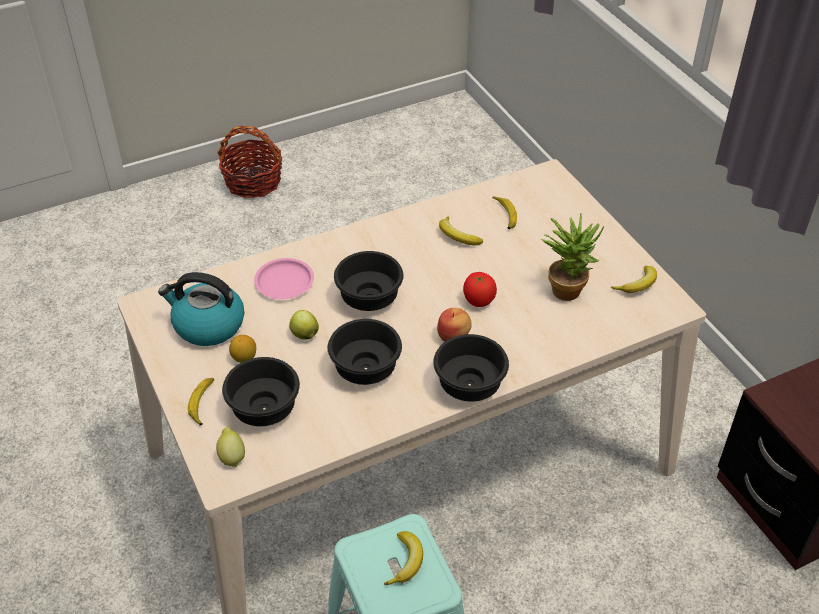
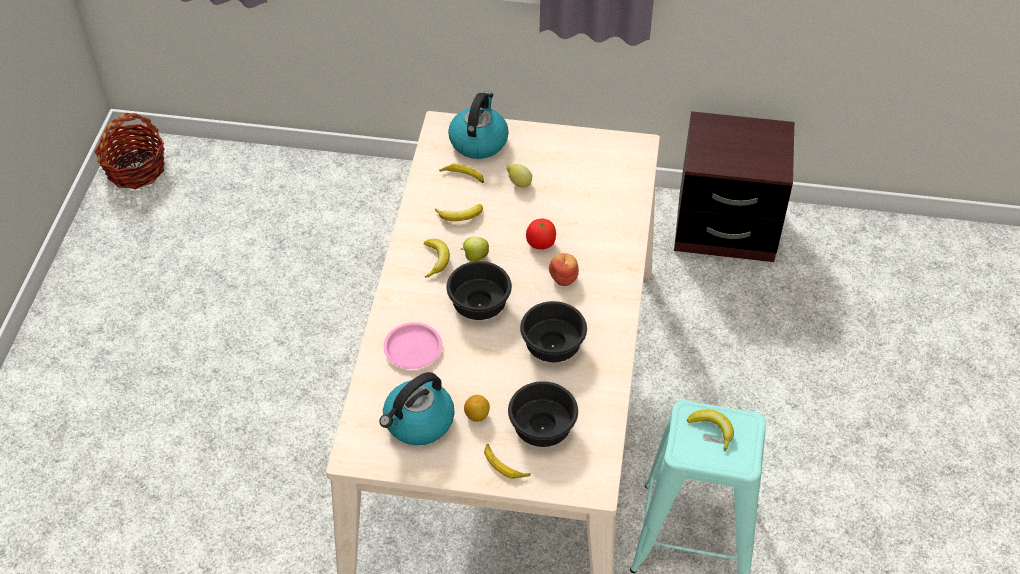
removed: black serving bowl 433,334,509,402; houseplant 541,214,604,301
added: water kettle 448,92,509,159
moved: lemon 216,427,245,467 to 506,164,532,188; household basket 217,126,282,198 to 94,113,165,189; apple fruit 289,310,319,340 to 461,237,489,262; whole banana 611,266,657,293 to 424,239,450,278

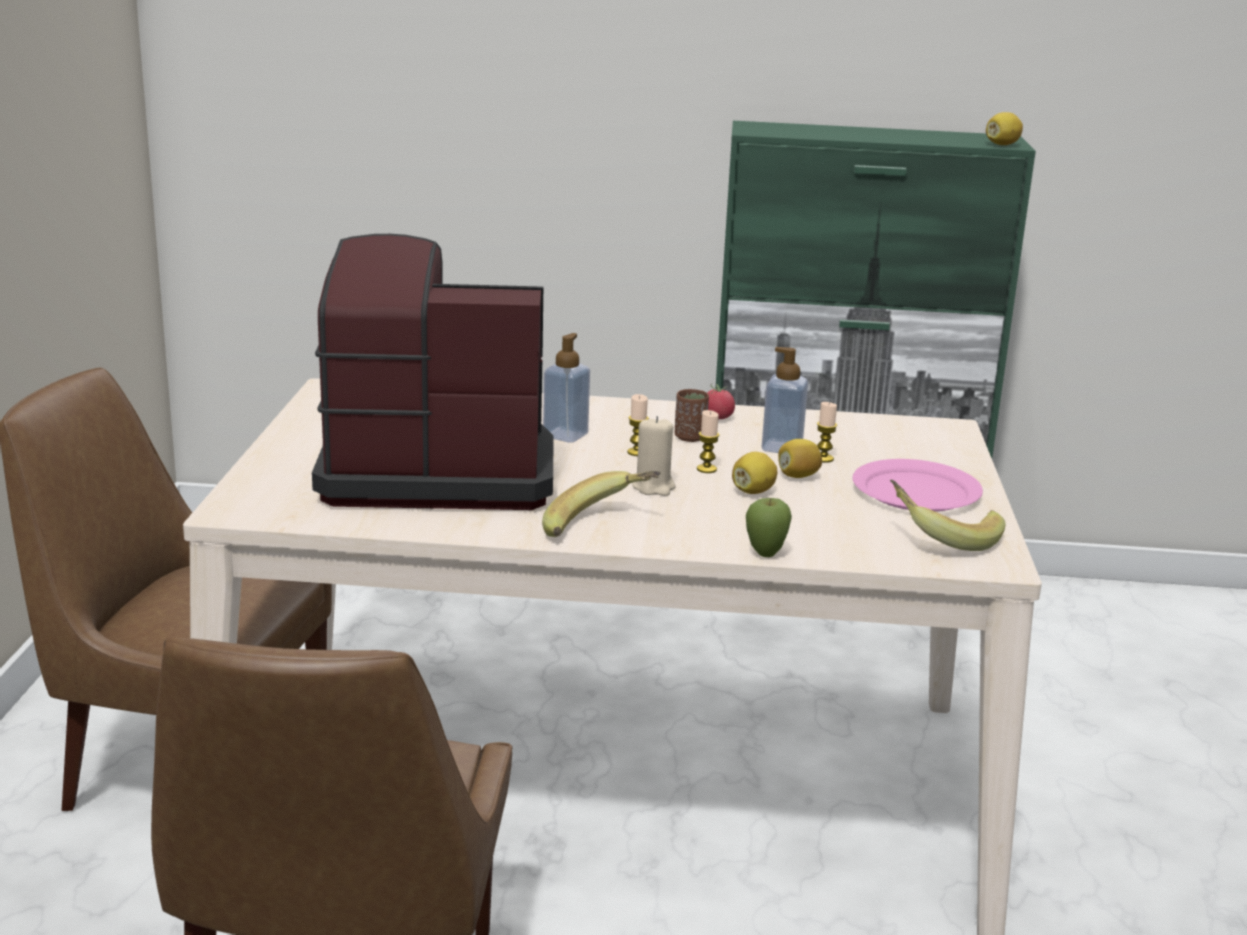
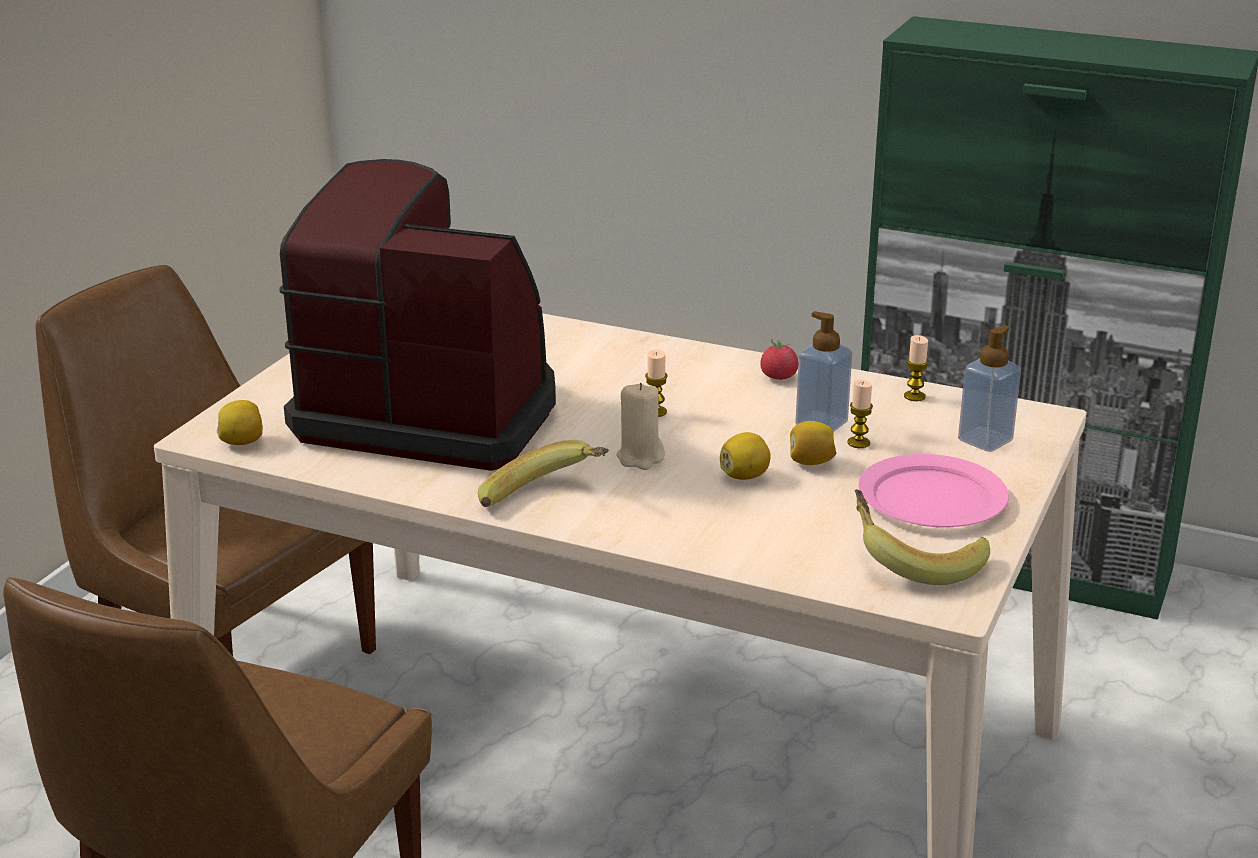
removed: brown cup 674,389,709,442; apple fruit 746,498,792,557
moved: soap bottle 543,333,590,443 to 958,325,1021,452; candle 697,410,720,473 to 904,335,929,401; lemon 986,112,1023,145 to 217,400,263,445

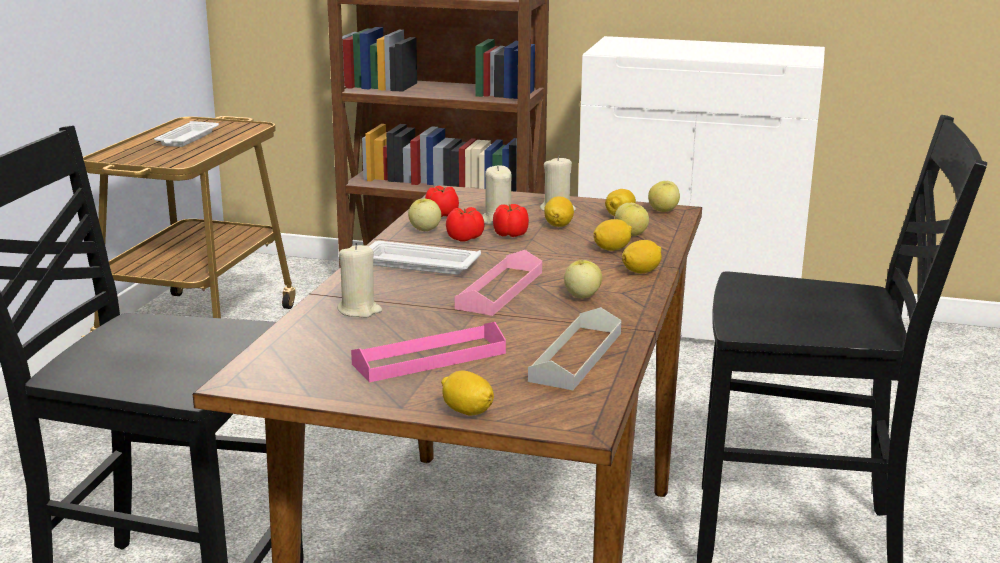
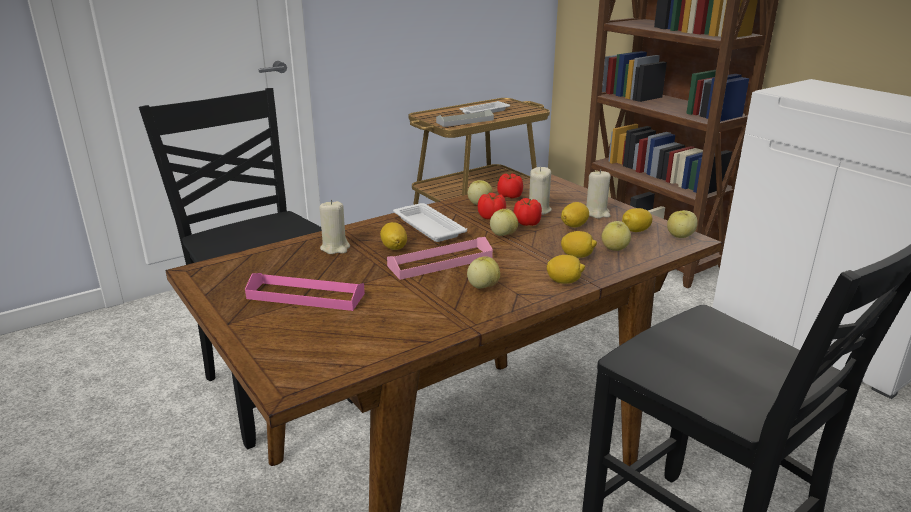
added: apple fruit 490,209,518,236
moved: lemon 441,371,494,416 to 380,222,407,250; greyish serving tray 528,307,621,390 to 436,109,494,127

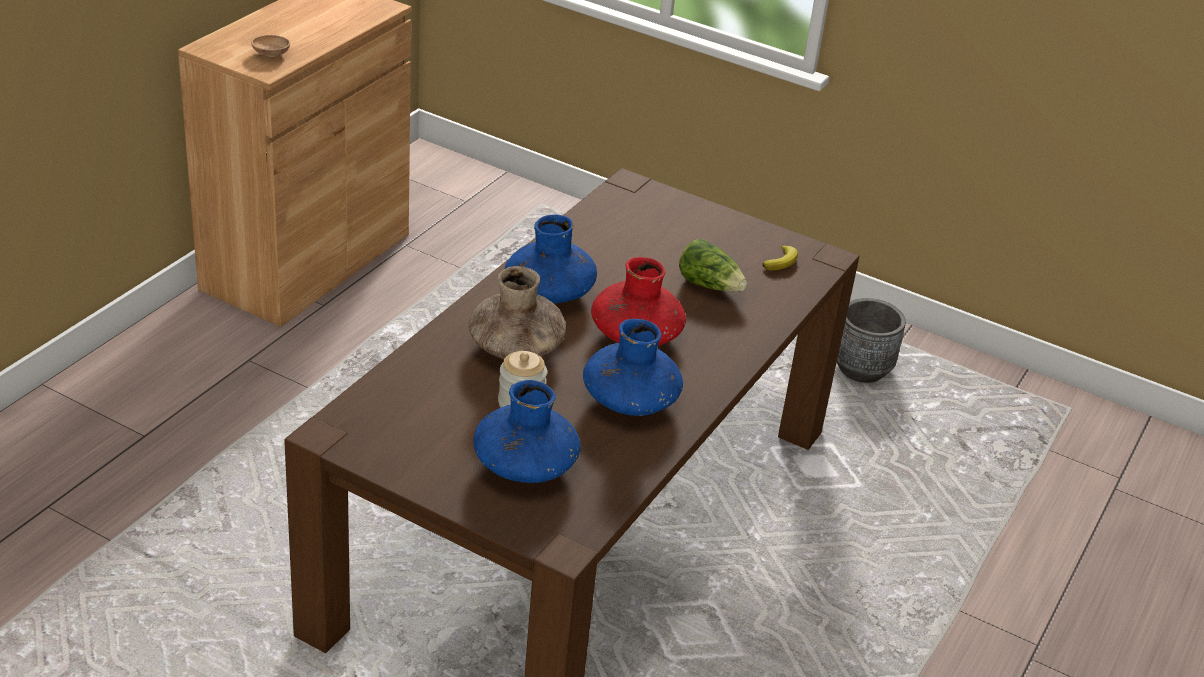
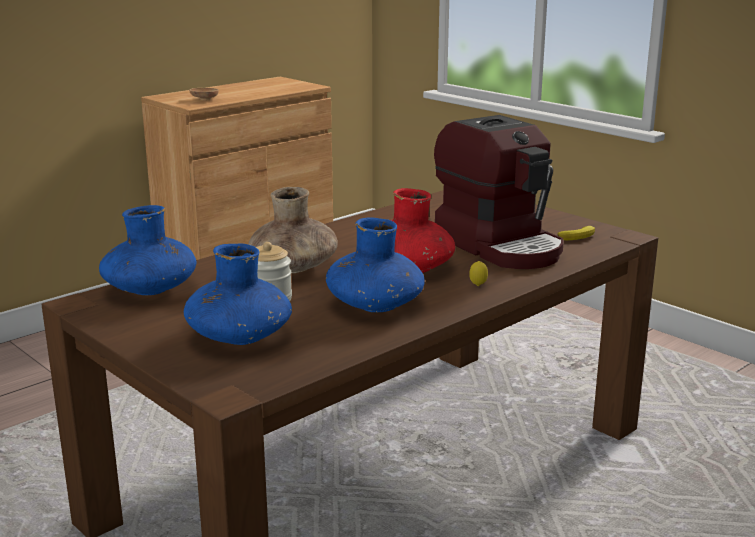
removed: greyish planter 837,298,906,383
added: lemon 469,261,488,286
moved: blue-coloured vase 505,215,597,303 to 99,205,197,295
replaced: head of lettuce 679,239,748,292 to coffee brewer 434,115,563,269

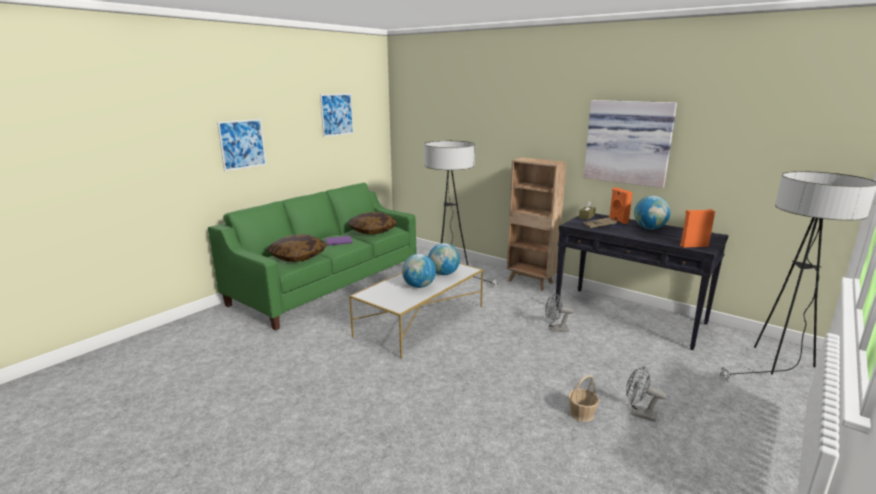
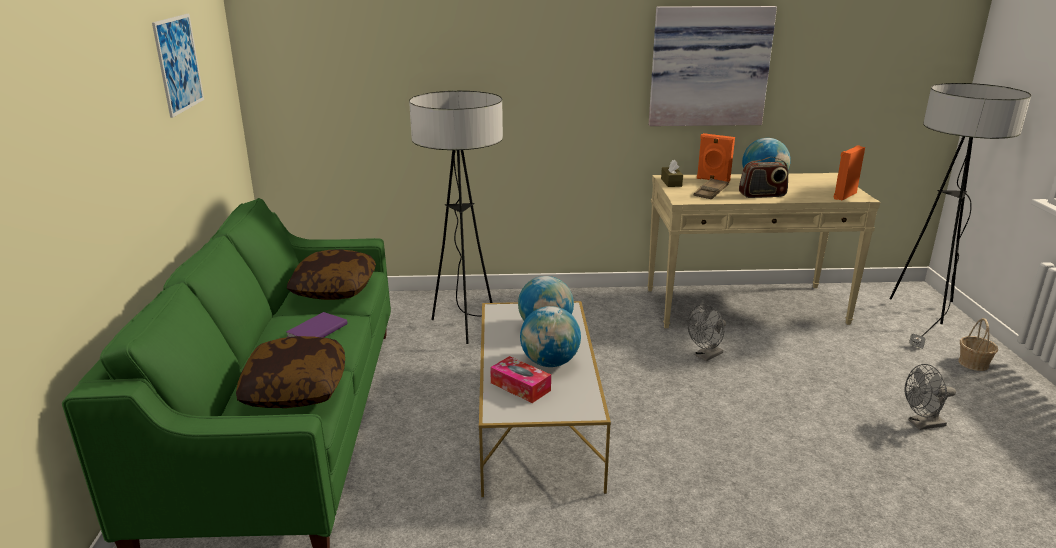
removed: wall art 217,119,266,171; brown shelving unit 507,157,567,290
added: tissue box 490,356,551,403; radio receiver 739,157,788,198
moved: household basket 568,375,599,422 to 958,318,998,371
recoloured: black narrow table 555,213,729,350 to beige narrow table 647,173,880,328

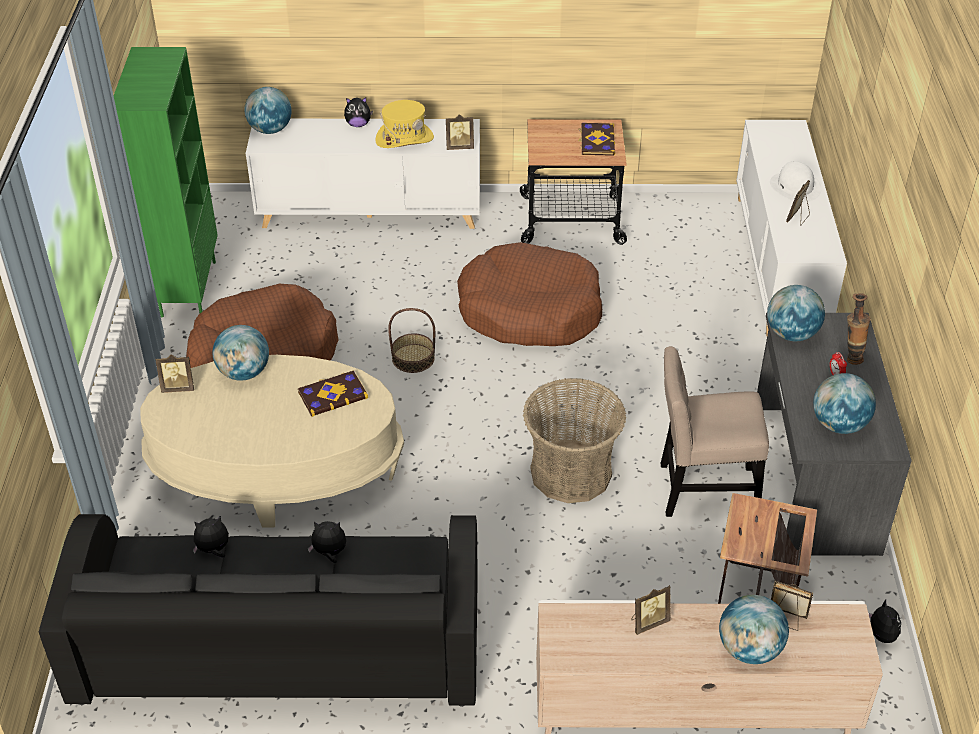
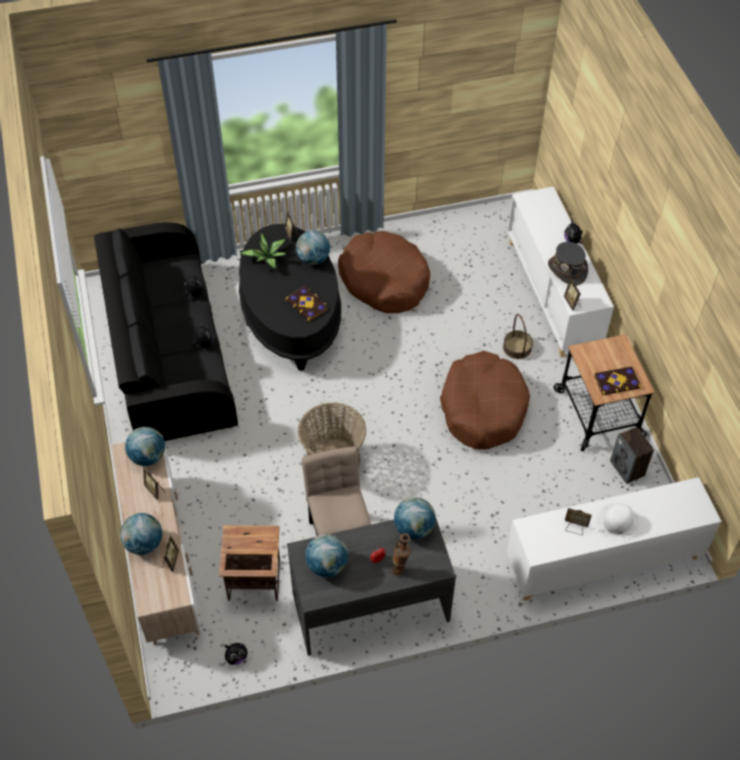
removed: greenish shelving unit 114,47,218,317
added: houseplant 240,232,287,269; speaker 610,427,654,484
moved: world globe 244,87,292,134 to 125,427,165,466; household basket 388,308,435,373 to 503,314,533,359
recoloured: beige low table 140,355,404,528 to black low table 239,224,341,371; yellowish wearable hat 375,100,434,148 to greyish wearable hat 548,242,588,286

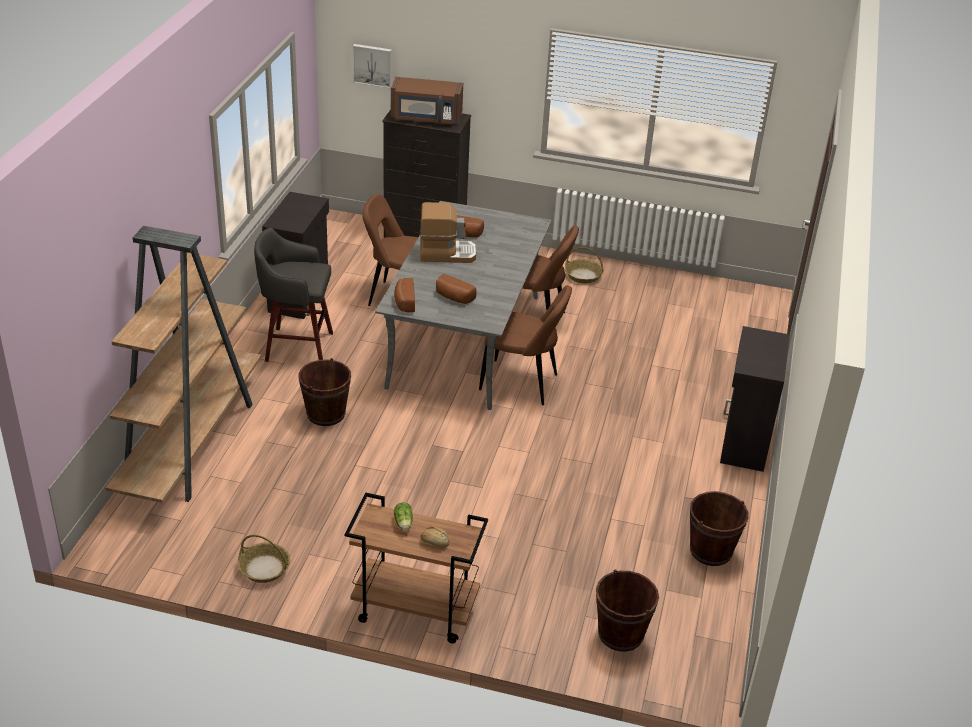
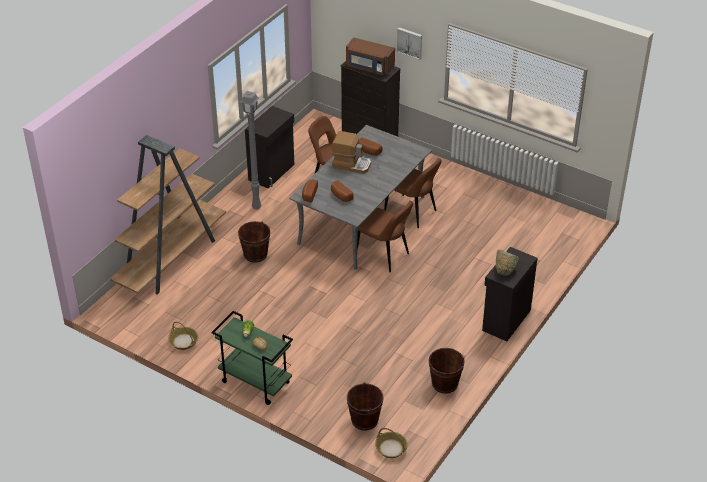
added: greenish serving bowl 496,249,519,276
moved: wall art 353,44,392,88 to 397,27,422,60; household basket 565,247,603,284 to 375,428,408,458
replaced: greyish sitting stool 254,228,333,362 to greyish standard lamp 240,91,261,210
recoloured: brown cart 344,492,488,643 to greenish cart 211,311,293,405

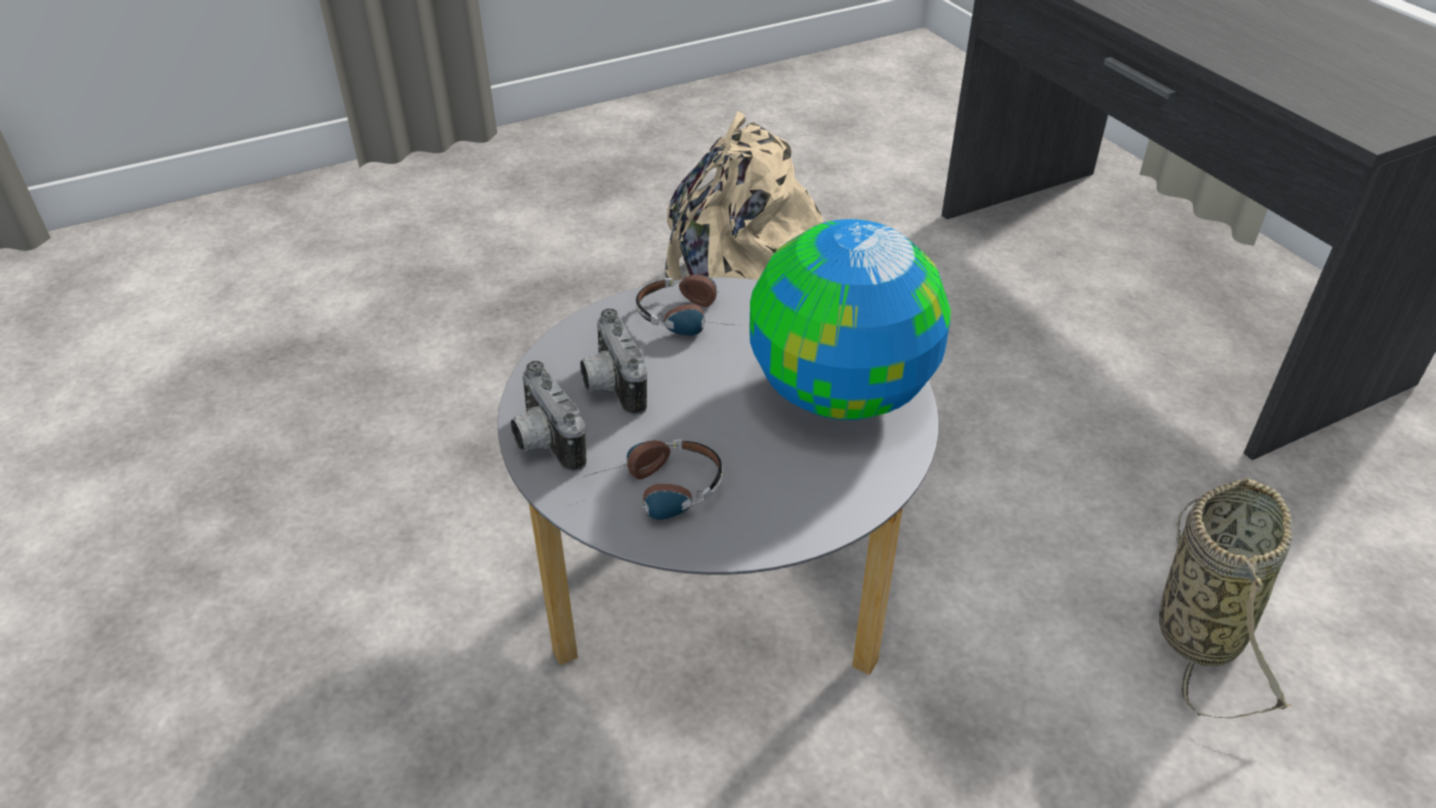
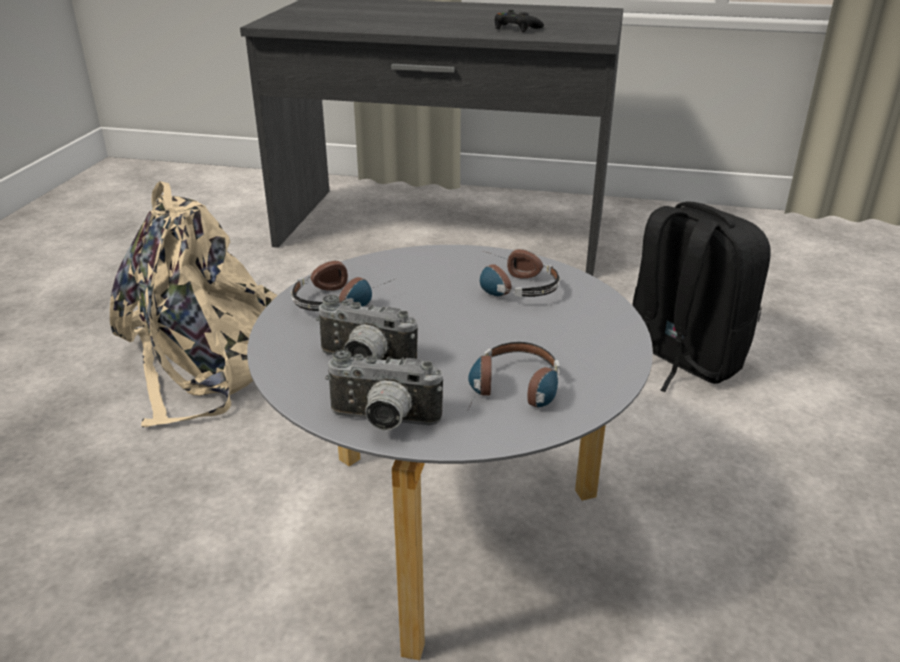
added: black gamepad 495,10,544,32
replaced: world globe 749,219,951,421 to headset 480,249,560,298; household basket 1159,478,1292,718 to black backpack 632,201,771,392

